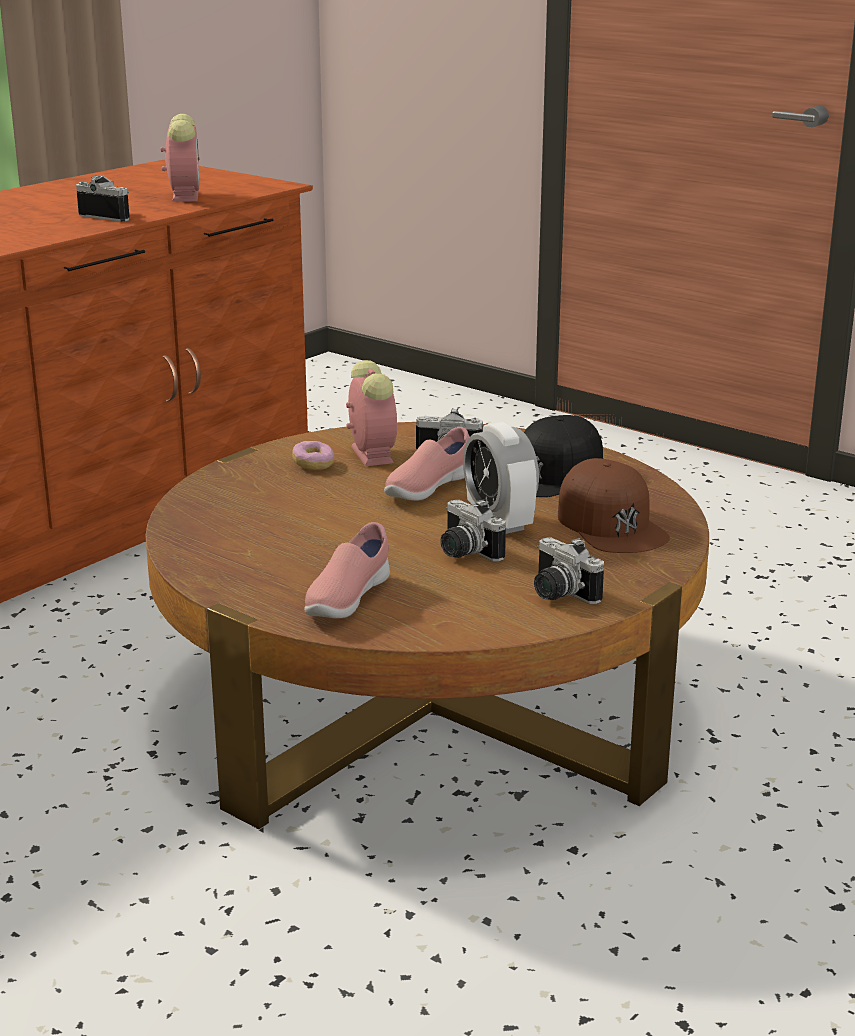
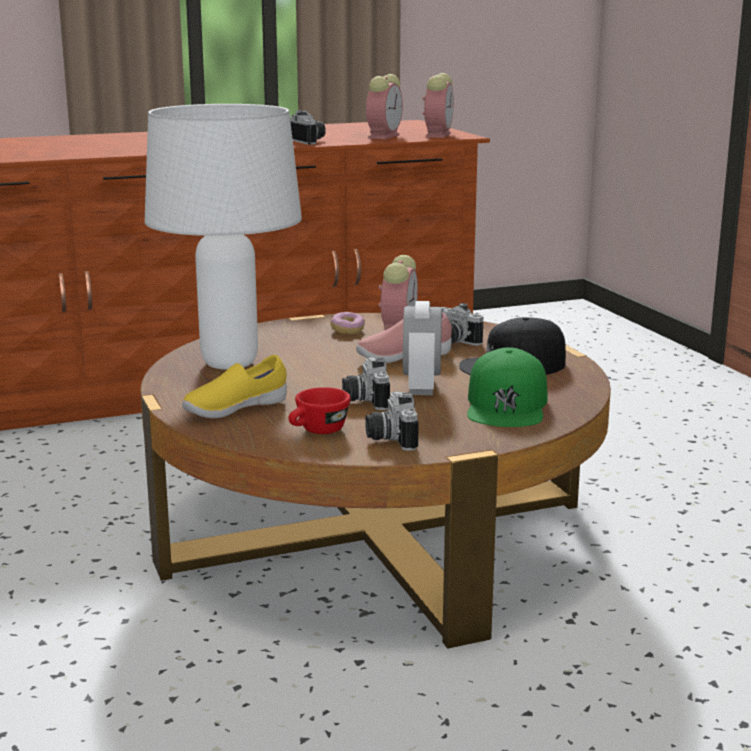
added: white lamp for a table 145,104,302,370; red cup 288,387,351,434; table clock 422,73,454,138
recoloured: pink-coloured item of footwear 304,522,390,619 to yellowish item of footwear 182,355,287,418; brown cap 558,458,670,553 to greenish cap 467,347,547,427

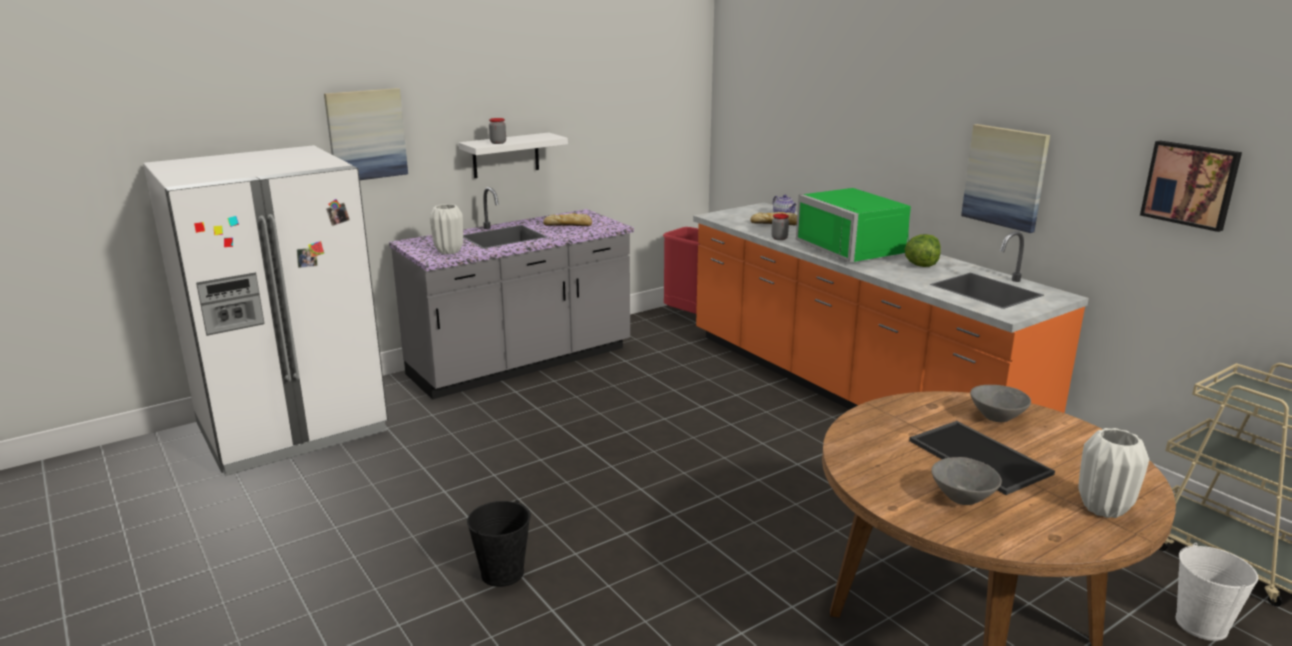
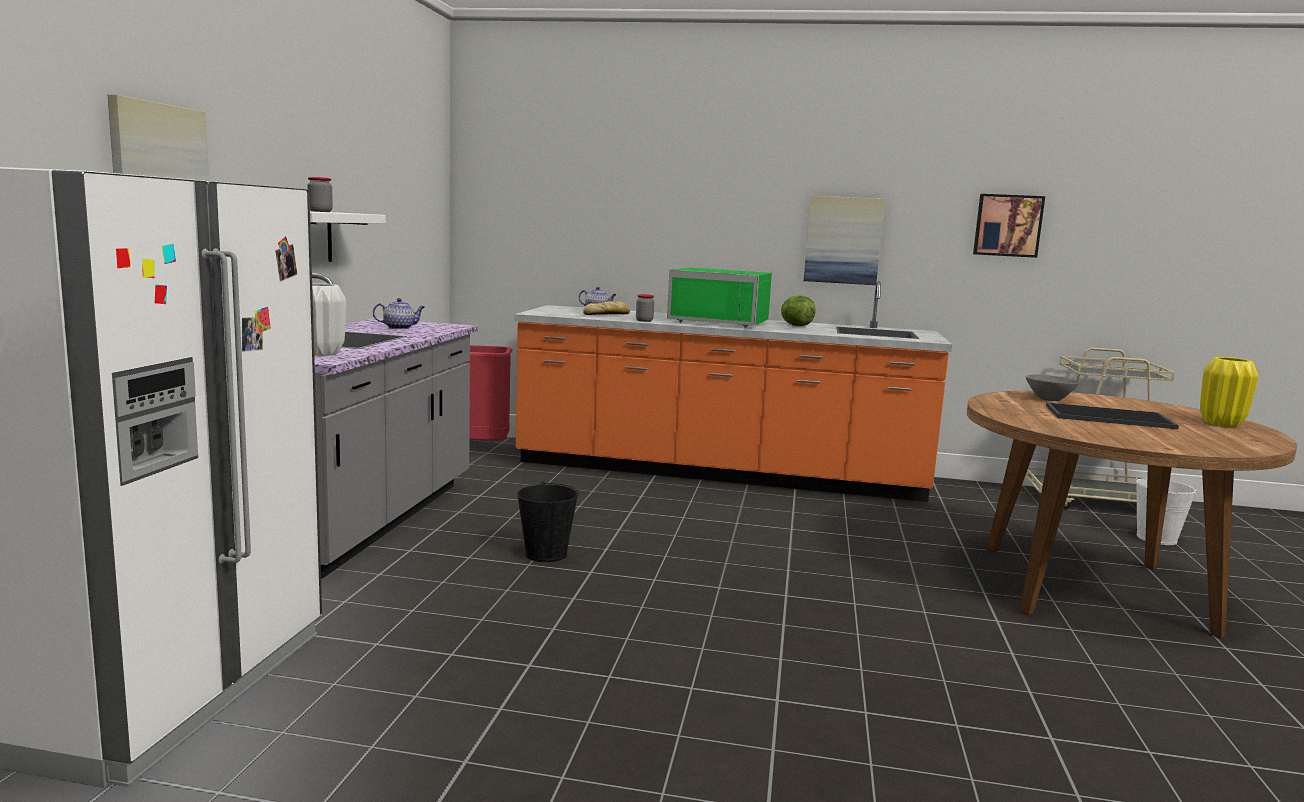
removed: greyish serving bowl 931,457,1002,505
moved: black pail 467,500,531,587 to 517,481,579,562
replaced: baked bread 543,213,592,226 to teapot 373,298,425,329
recoloured: white vase 1078,428,1149,518 to yellowish vase 1200,357,1258,427

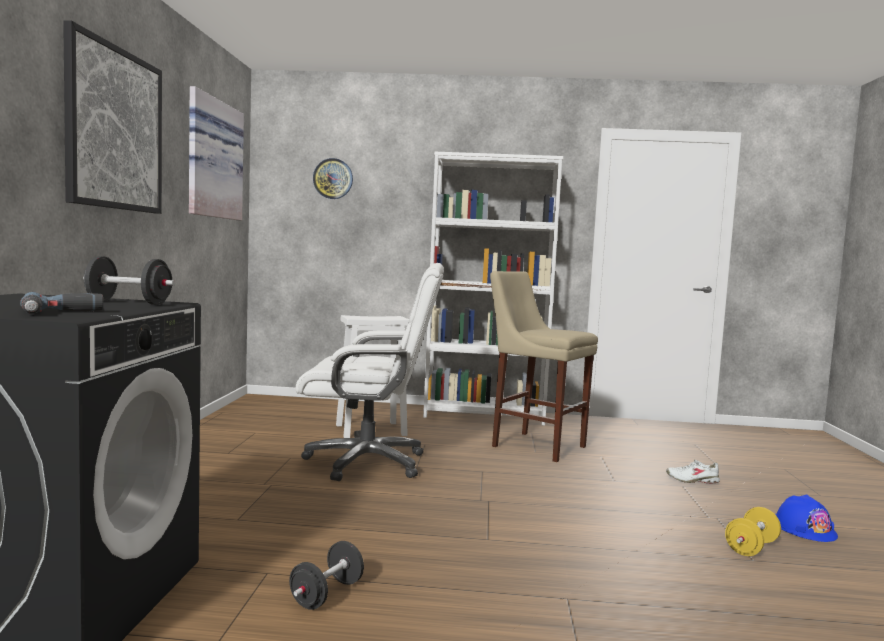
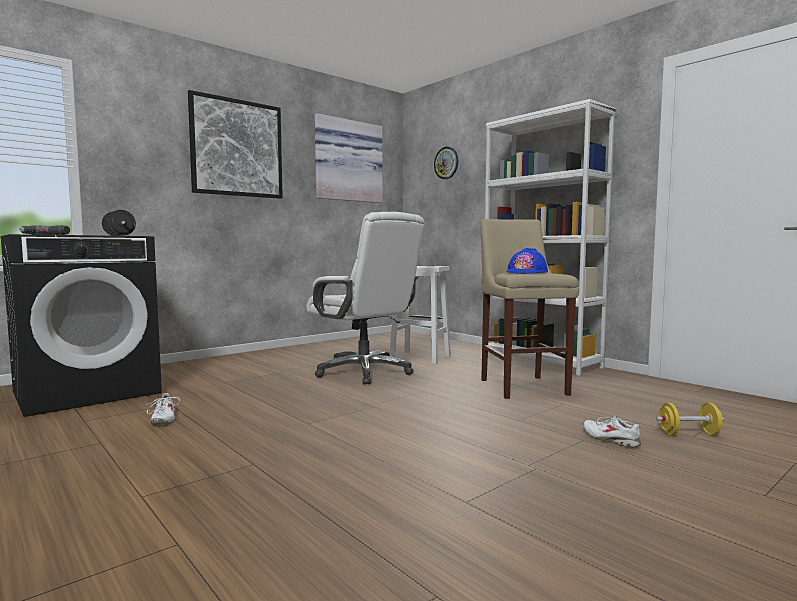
moved: yellowish free weight 725,507,781,556 to 656,403,724,435; blue-coloured hard hat 775,495,838,542 to 506,248,548,273
replaced: black free weight 289,541,364,610 to white item of footwear 146,393,180,425

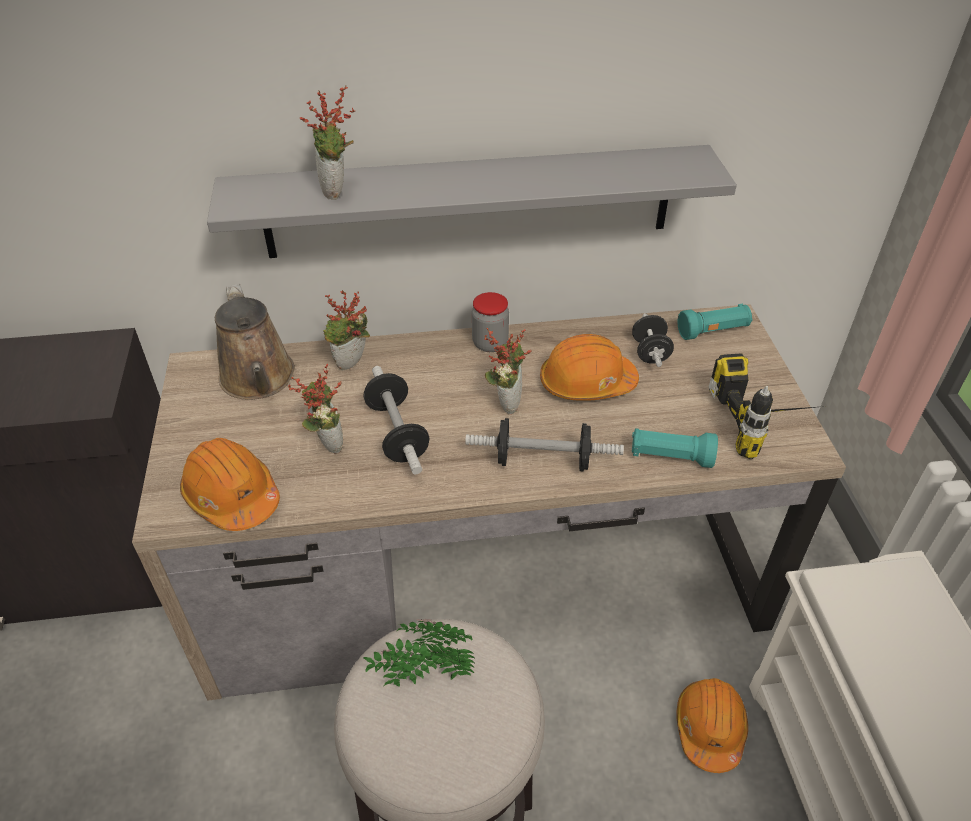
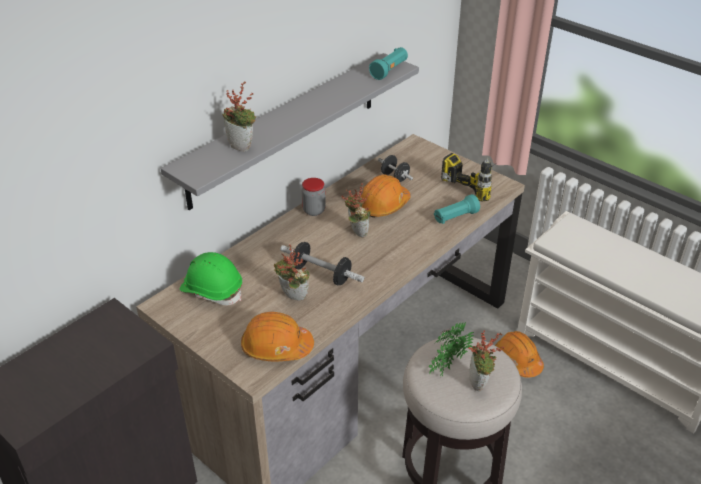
removed: free weight 465,418,624,471
moved: houseplant 323,290,370,370 to 468,331,504,391; blue-green torch 678,304,752,340 to 369,47,408,80
replaced: brown sprinkling can 215,284,295,400 to greenish hard hat 180,252,242,305

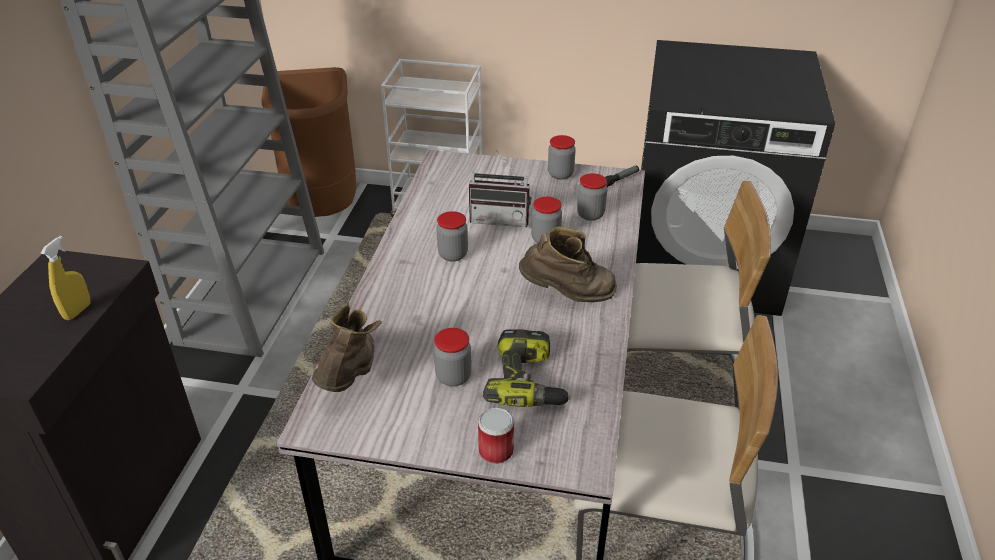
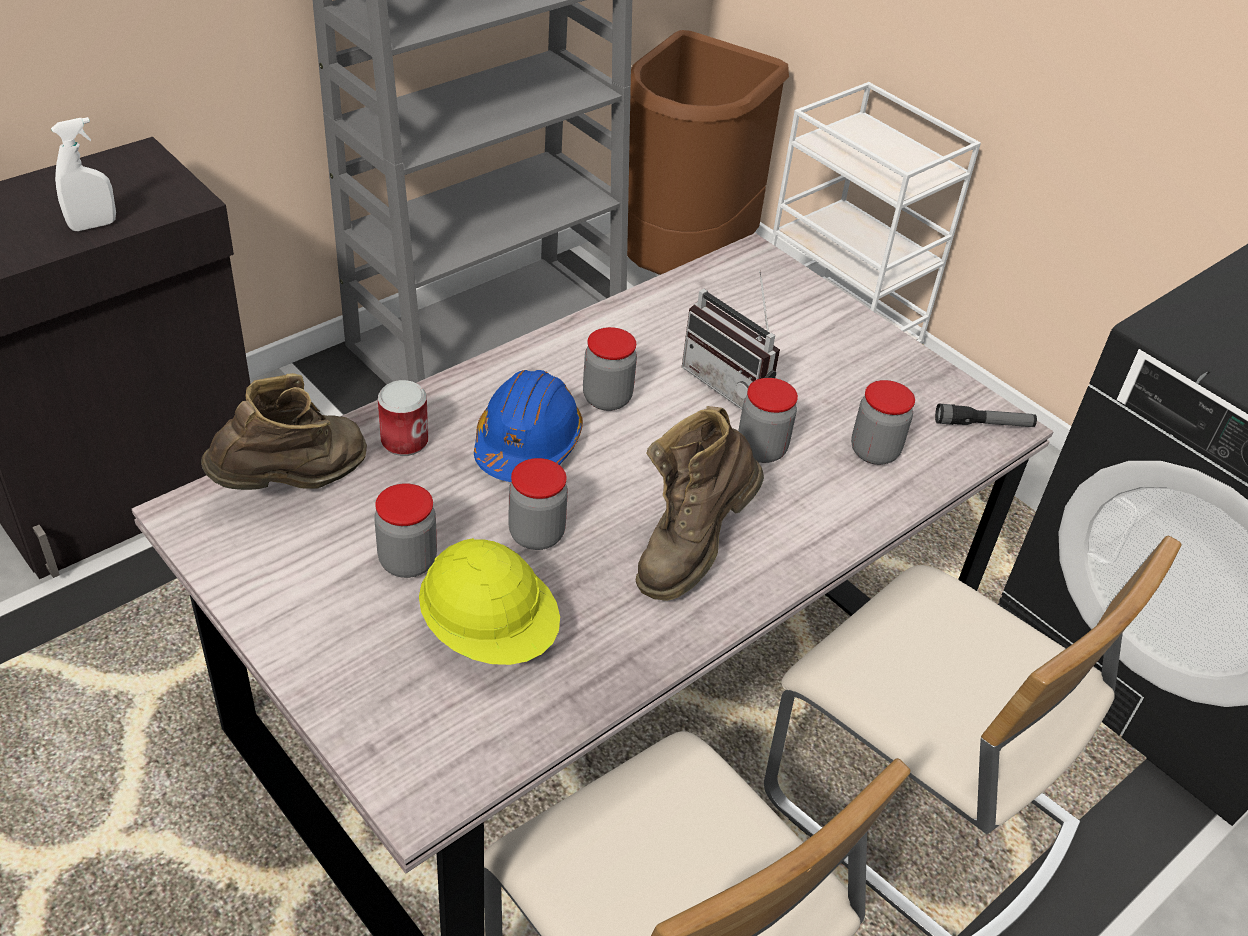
added: blue-coloured hard hat 474,370,583,482
moved: metal can 478,408,514,464 to 378,380,428,456; preserve jar 548,135,576,180 to 508,458,568,550
replaced: electric drill 483,329,571,407 to yellowish hard hat 419,538,560,665
recoloured: yellowish sprayer 41,236,91,320 to white sprayer 51,117,116,231
turned: brown boot 519,226,617,302 = 636,406,764,601 90 degrees clockwise

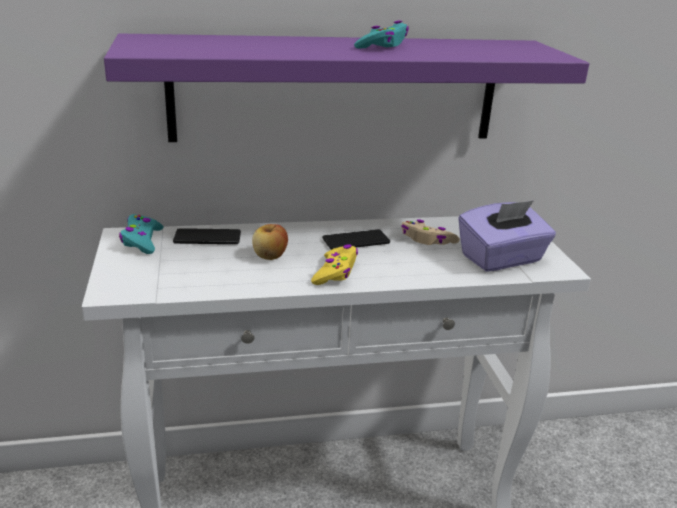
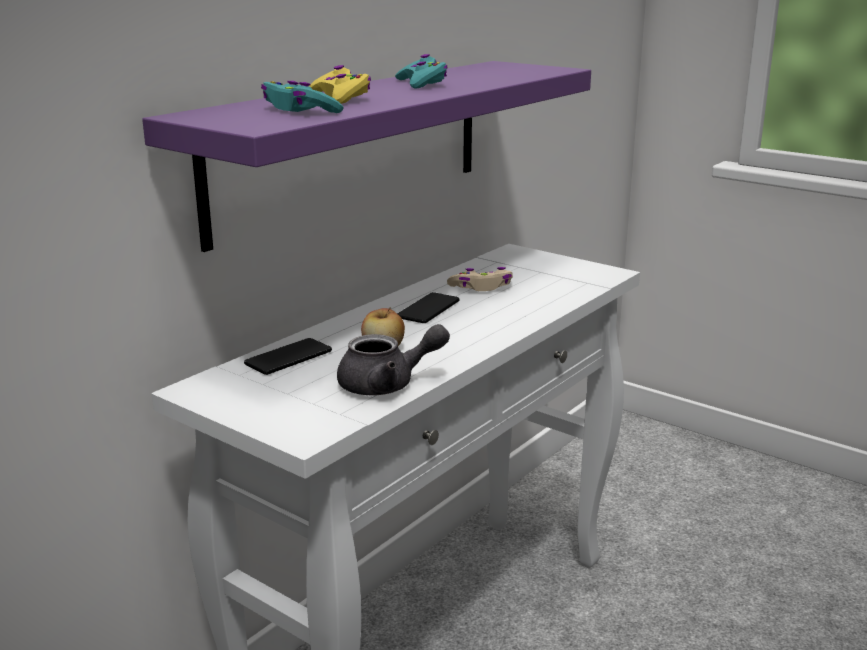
removed: purplish tissue box 458,200,556,272
added: greyish teapot 337,324,450,395
moved: blue-green gamepad 119,214,163,254 to 261,81,344,113; yellowish gamepad 311,244,358,285 to 309,65,371,104

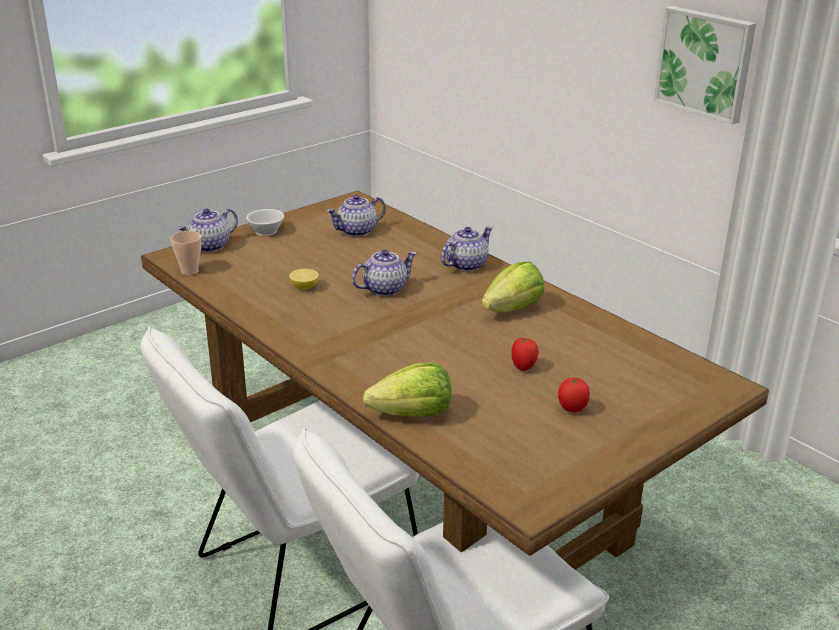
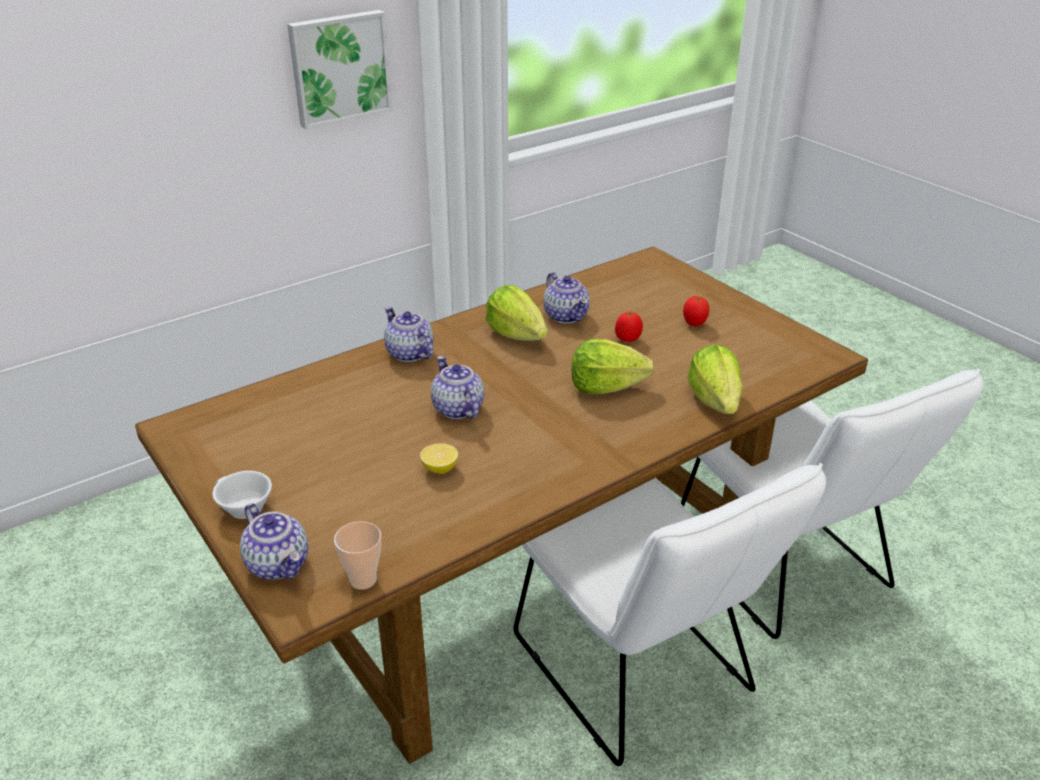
added: head of lettuce 572,339,655,394
moved: teapot 327,195,386,237 to 544,272,590,324

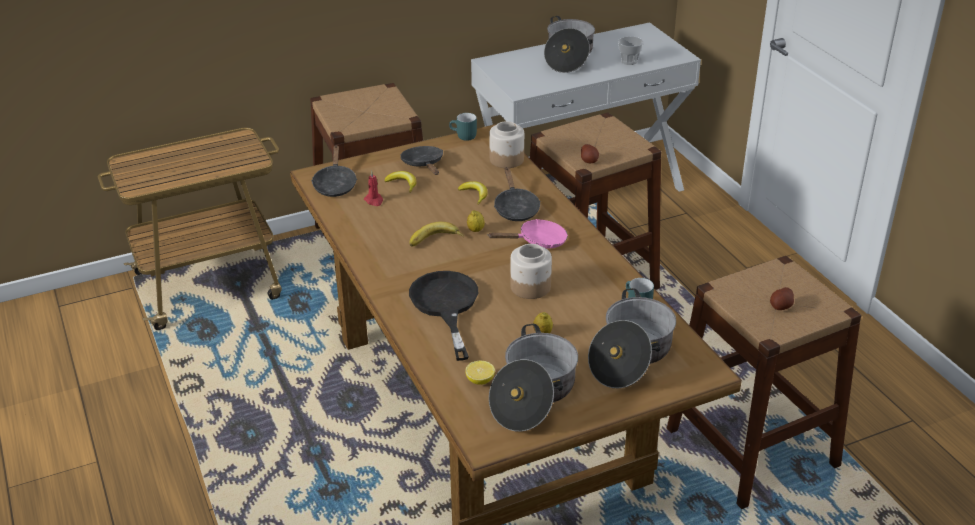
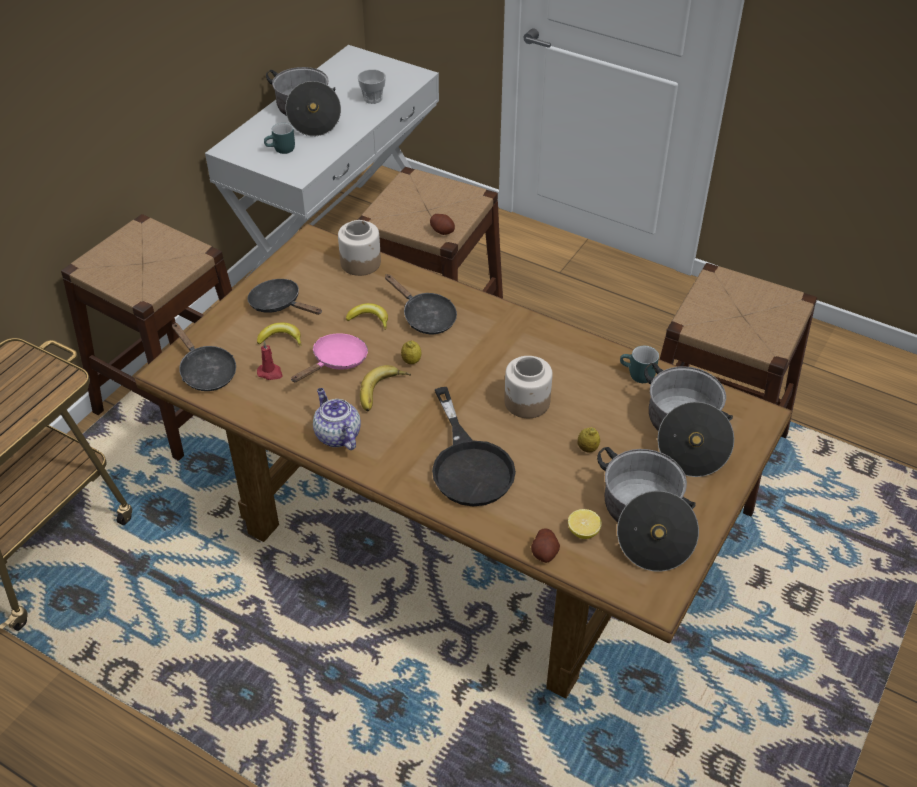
added: teapot 313,388,361,450
moved: blue-green tea mug 449,113,477,141 to 264,123,295,154; pink-coloured skillet 489,219,568,248 to 291,333,368,382; whole potato 770,287,794,310 to 531,528,560,563
turned: black skillet 409,271,478,361 = 432,387,516,506 150 degrees counterclockwise

